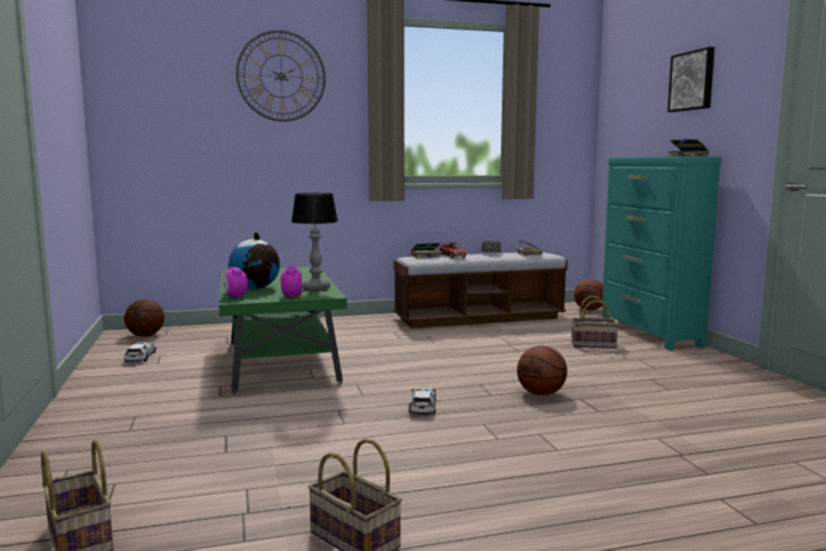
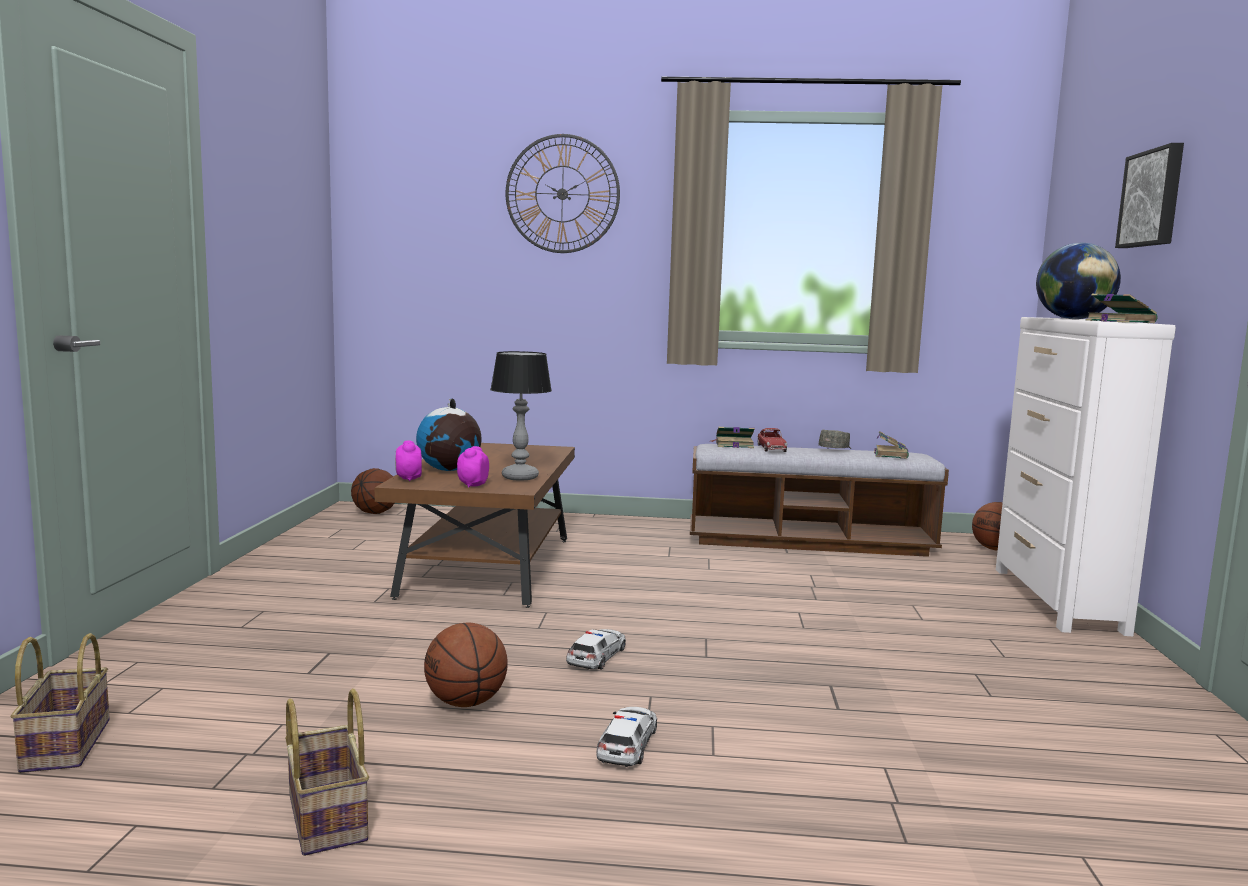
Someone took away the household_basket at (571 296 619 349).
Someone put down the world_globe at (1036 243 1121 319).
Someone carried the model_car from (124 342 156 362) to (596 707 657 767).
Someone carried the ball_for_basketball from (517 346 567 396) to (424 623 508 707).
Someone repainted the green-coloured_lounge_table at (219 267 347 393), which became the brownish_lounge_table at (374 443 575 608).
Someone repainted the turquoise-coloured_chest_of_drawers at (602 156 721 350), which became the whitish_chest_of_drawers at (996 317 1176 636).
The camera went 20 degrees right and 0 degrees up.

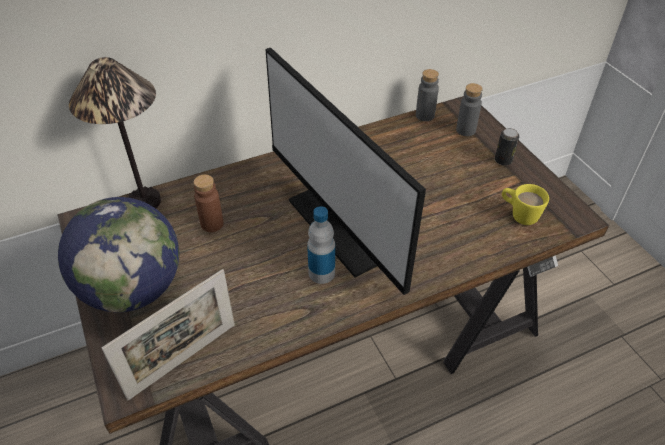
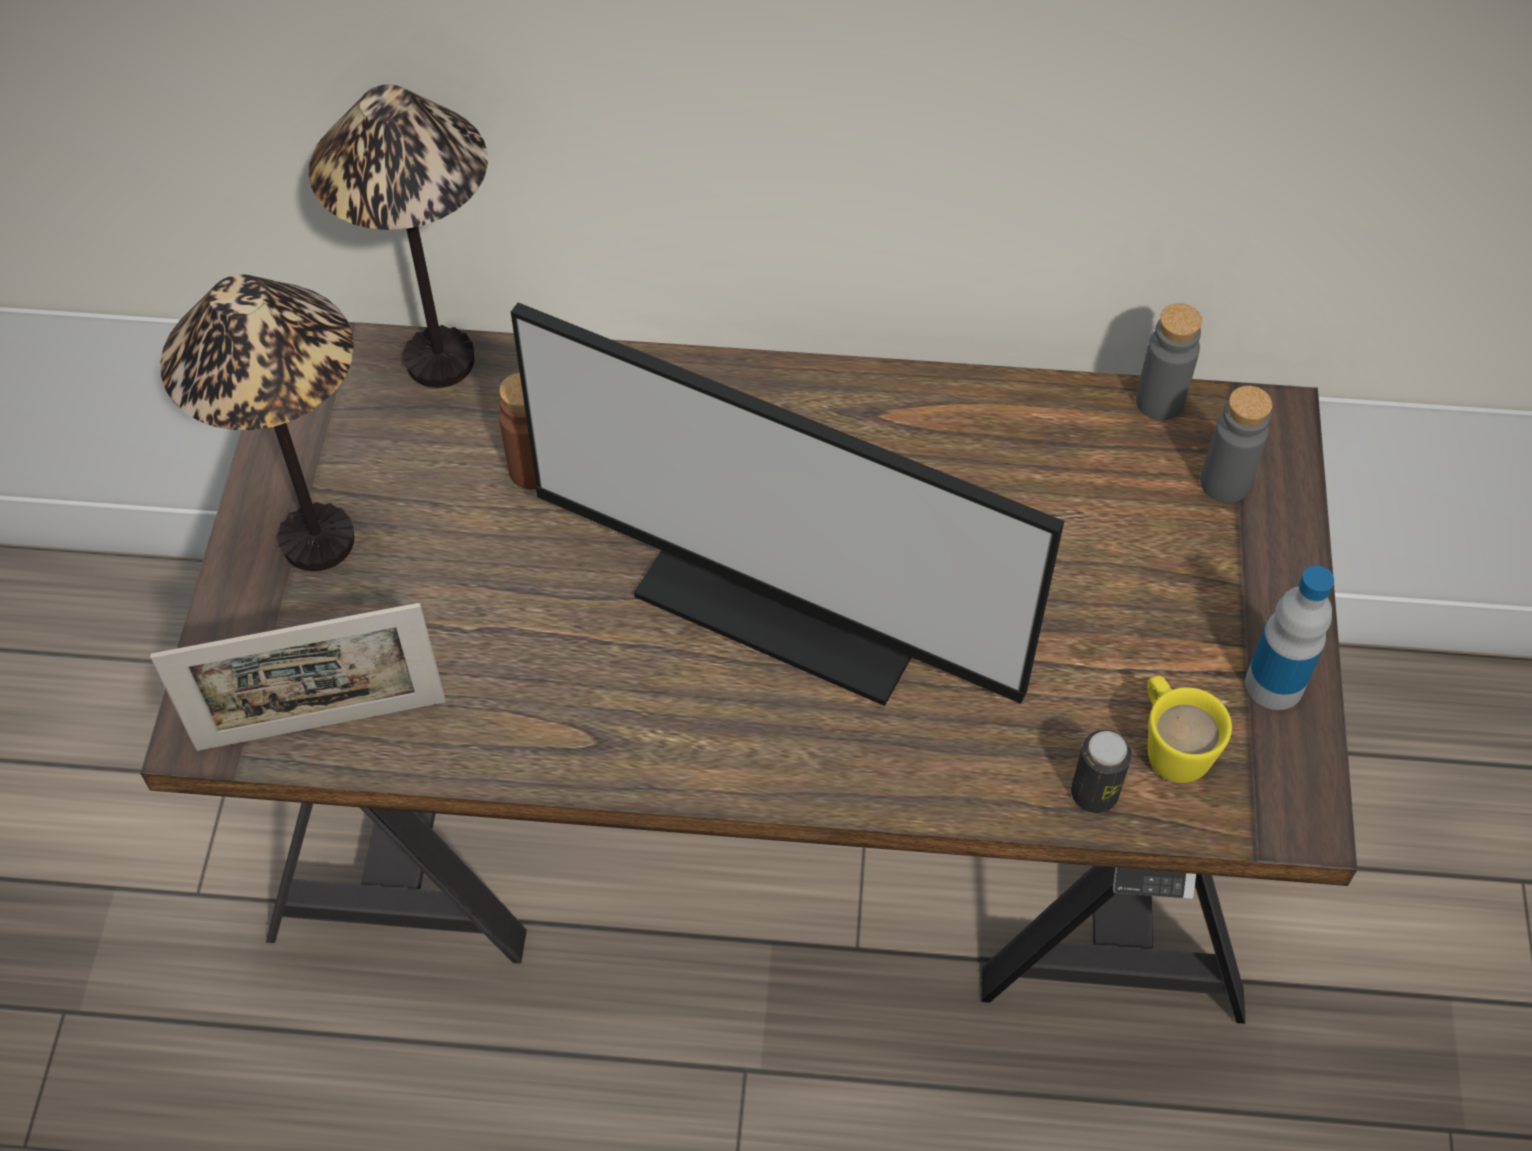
Someone carried the bottle from (307 206 335 284) to (1245 565 1334 710).
Someone carried the metal_can from (495 128 519 166) to (1071 730 1132 813).
Someone swapped the world_globe at (58 197 179 312) for the tabletop_lamp at (160 274 354 571).
Someone rotated the computer_display at (265 48 426 295) by 60 degrees counterclockwise.
The camera went 30 degrees right and 10 degrees up.

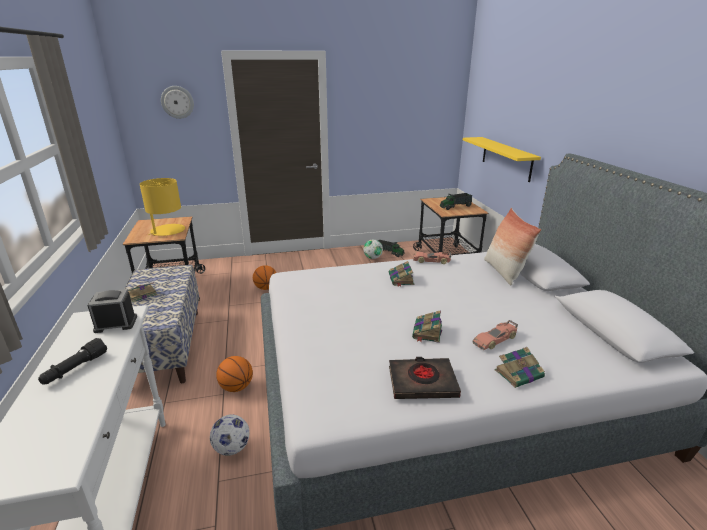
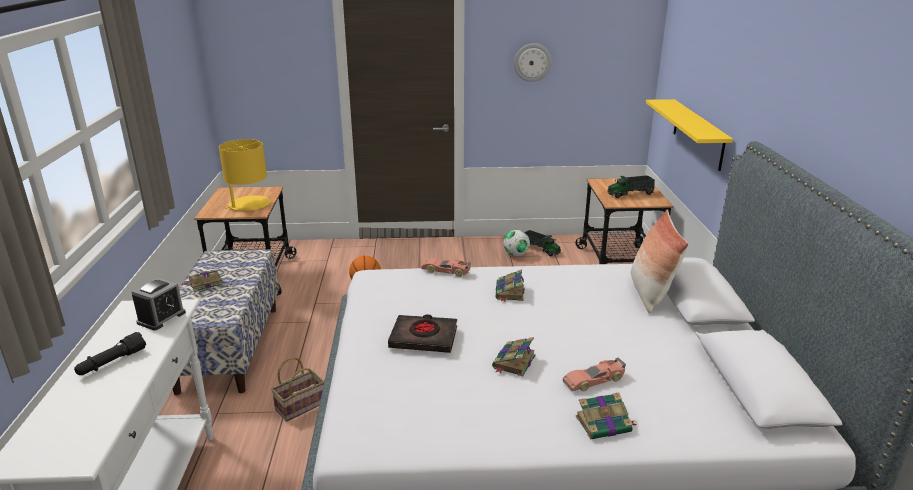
Someone took away the football_ball at (210 415 250 456).
Someone carried the clock_on_the_wall from (161 86 194 119) to (514 43 552 82).
Someone carried the black_book from (389 357 461 399) to (388 314 457 353).
Someone carried the model_car from (413 252 451 264) to (421 258 471 277).
Someone swapped the ball_for_basketball at (216 356 253 392) for the household_basket at (271 357 324 422).
Someone rotated the alarm_clock at (87 289 137 333) by 120 degrees clockwise.
The camera went 10 degrees right and 0 degrees up.

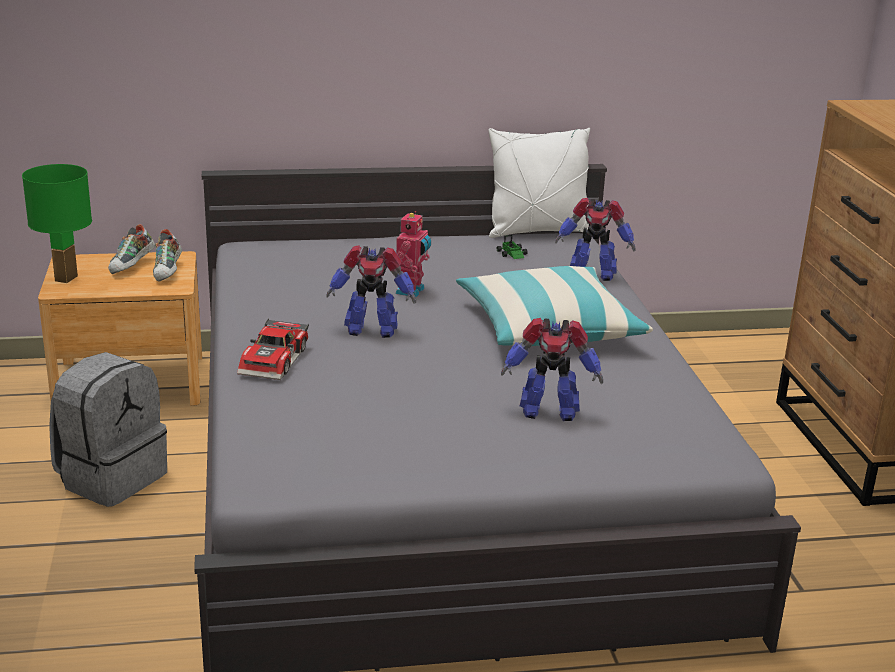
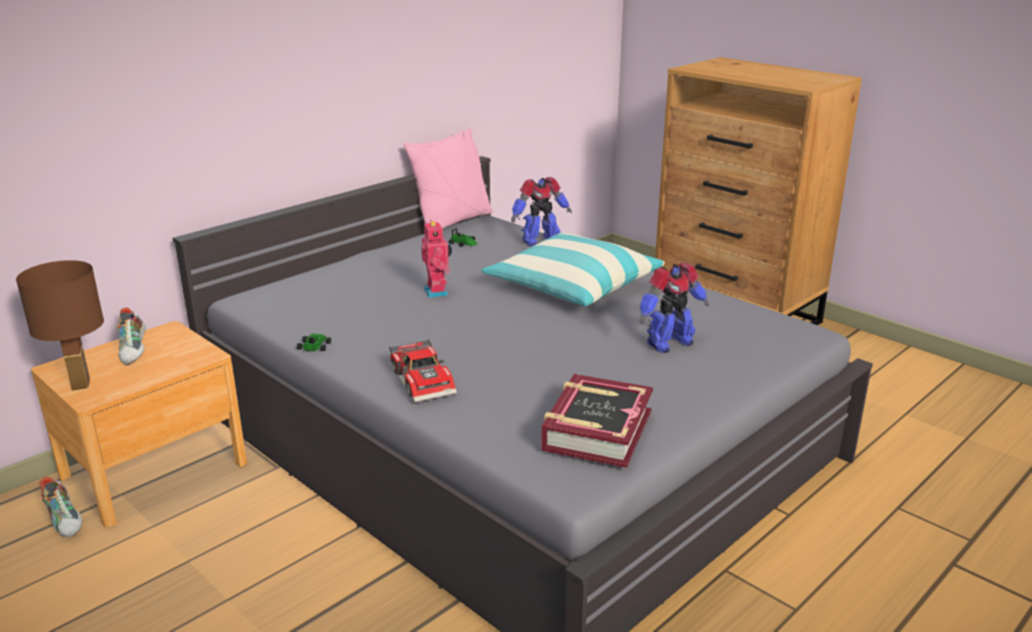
Someone took away the greyish_knapsack at (49 352 167 507).
Someone took away the model_robot at (326 245 416 338).
Someone put down the model_car at (297 333 331 351).
Someone put down the book at (541 374 653 468).
Someone carried the shoe from (153 229 182 282) to (39 477 82 538).
Someone repainted the green-coloured_tabletop_lamp at (22 164 92 283), which became the brownish_tabletop_lamp at (16 260 104 391).
Someone repainted the whitish_throw_pillow at (488 128 590 238), which became the pink-coloured_throw_pillow at (404 128 493 228).
The camera went 35 degrees left and 0 degrees up.

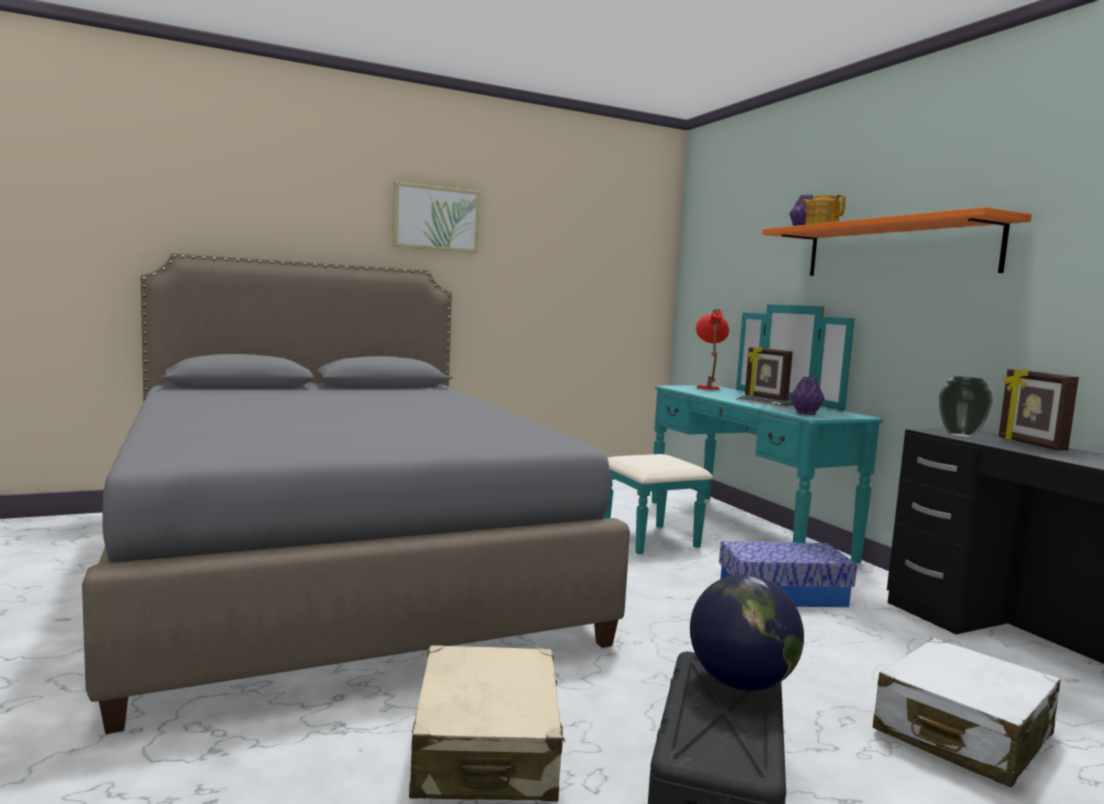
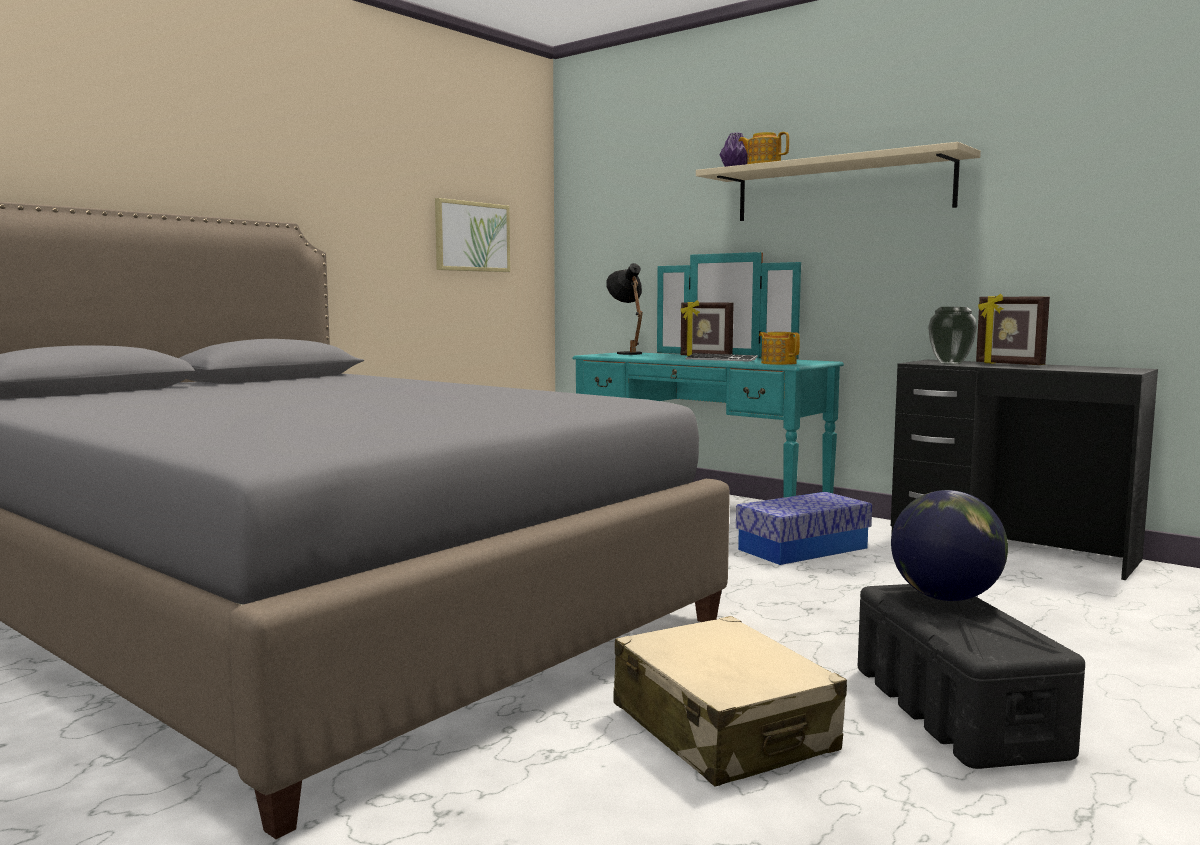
Someone took away the whitish_suitcase at (873 638 1060 788).
Someone carried the wall_art from (393 181 480 253) to (435 198 510 272).
Someone swapped the purple-coloured_flower_vase at (790 377 825 415) for the teapot at (759 332 800 365).
Someone repainted the red_tabletop_lamp at (696 309 729 390), which became the black_tabletop_lamp at (606 263 643 355).
Someone repainted the orangey_bracket_shelf at (762 207 1032 276), which became the beige_bracket_shelf at (696 142 981 221).
The camera went 25 degrees left and 0 degrees up.

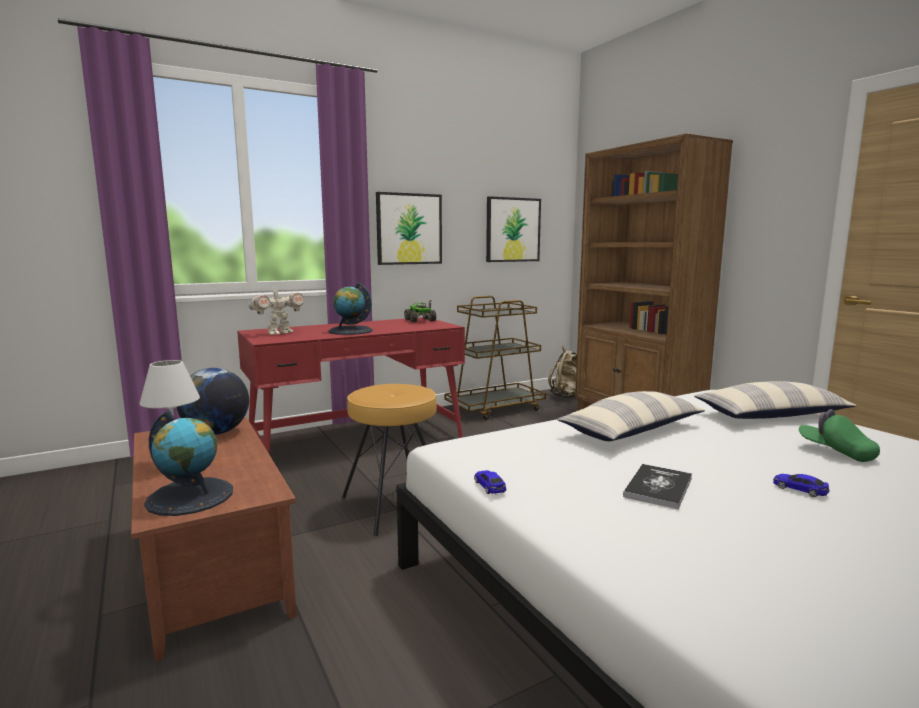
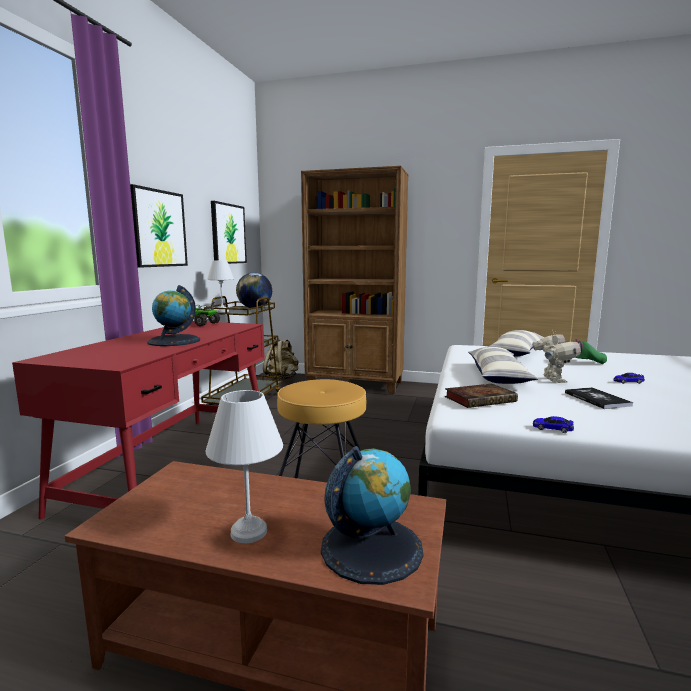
Someone put down the whitish_tabletop_lamp at (207 260 234 312).
Someone put down the book at (444 384 518 408).
Someone carried the world_globe from (177 368 249 435) to (236 272 272 309).
Someone carried the model_robot from (248 287 304 335) to (532 332 581 383).
The camera went 45 degrees left and 0 degrees up.

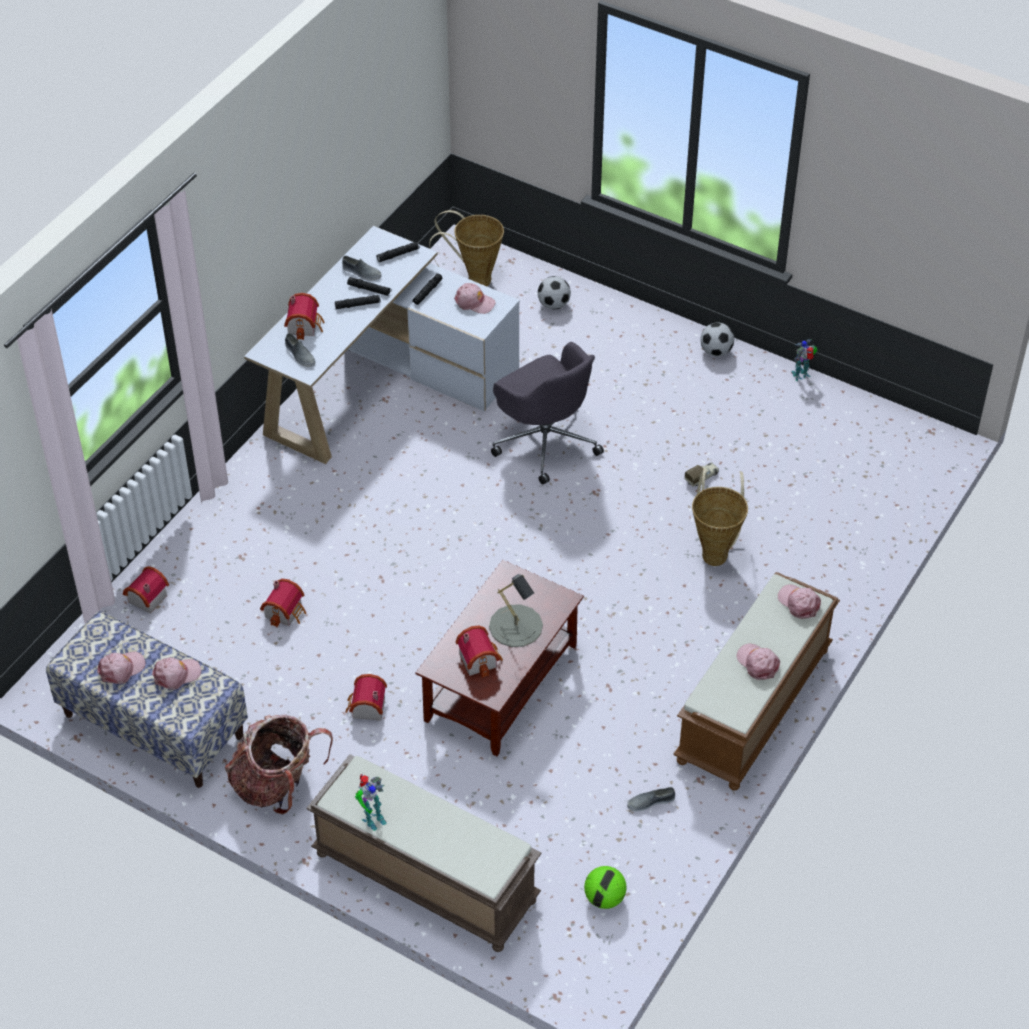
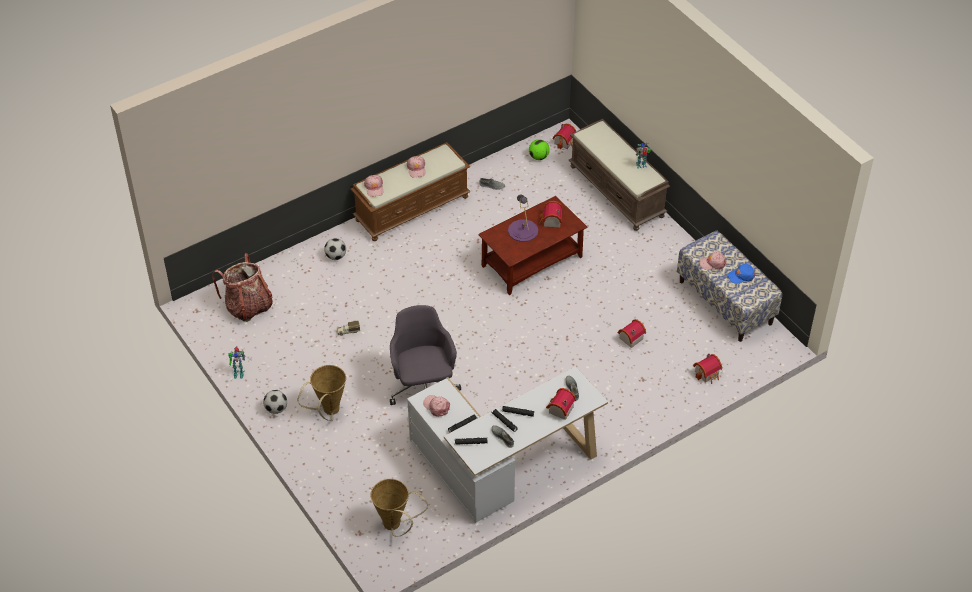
Someone carried the knapsack from (225 715 333 815) to (212 253 273 322).
Someone carried the model_house from (345 674 387 720) to (553 124 576 150).
Someone carried the football_ball from (538 276 571 310) to (324 238 346 260).
Someone carried the household_basket from (692 468 748 566) to (297 365 346 421).
Someone repainted the pink-coloured_peaked_cap at (97 652 146 684), which became the bluish_peaked_cap at (728 264 756 284).
Someone repainted the greyish_tabletop_lamp at (489 574 543 647), which became the purple-coloured_tabletop_lamp at (508 195 538 242).
The camera went 155 degrees left and 0 degrees up.

